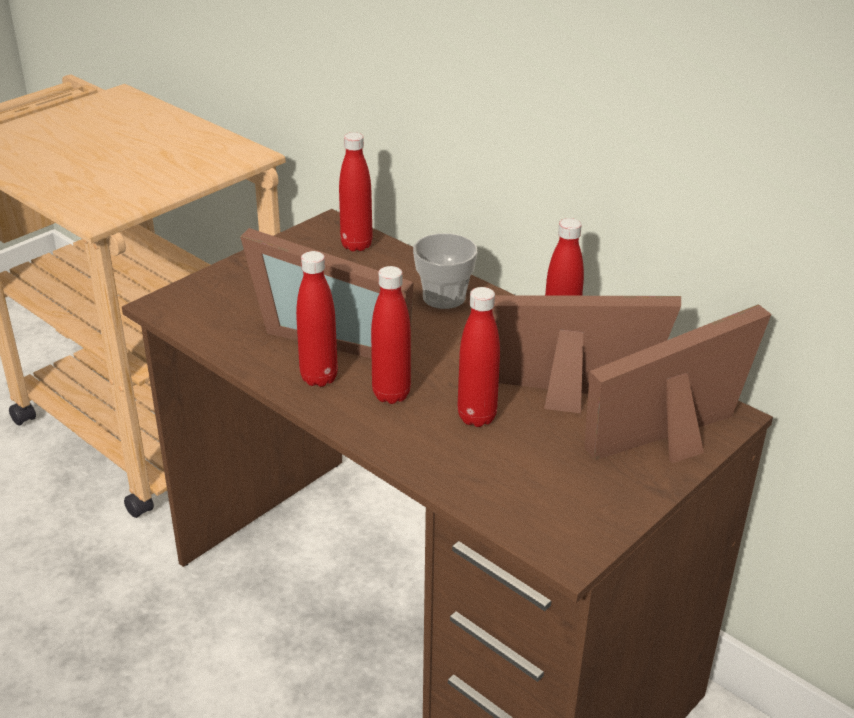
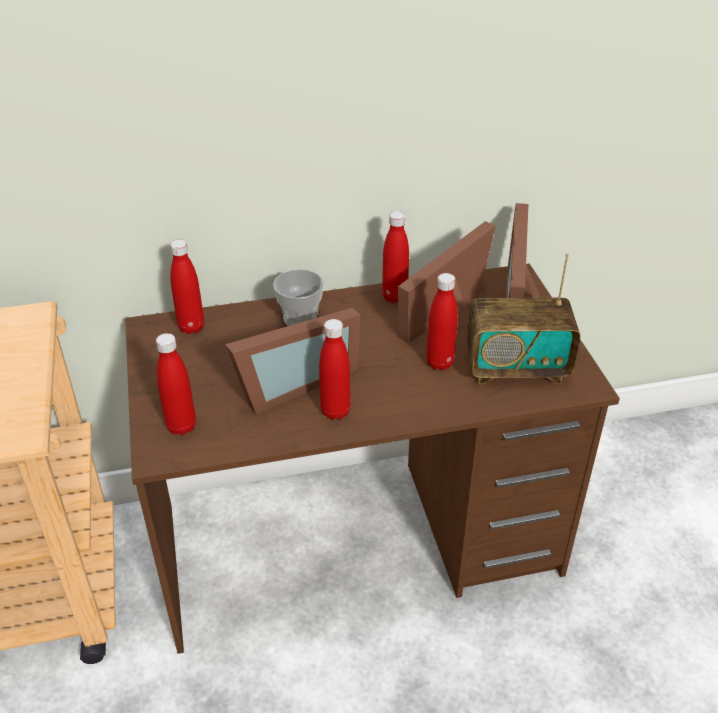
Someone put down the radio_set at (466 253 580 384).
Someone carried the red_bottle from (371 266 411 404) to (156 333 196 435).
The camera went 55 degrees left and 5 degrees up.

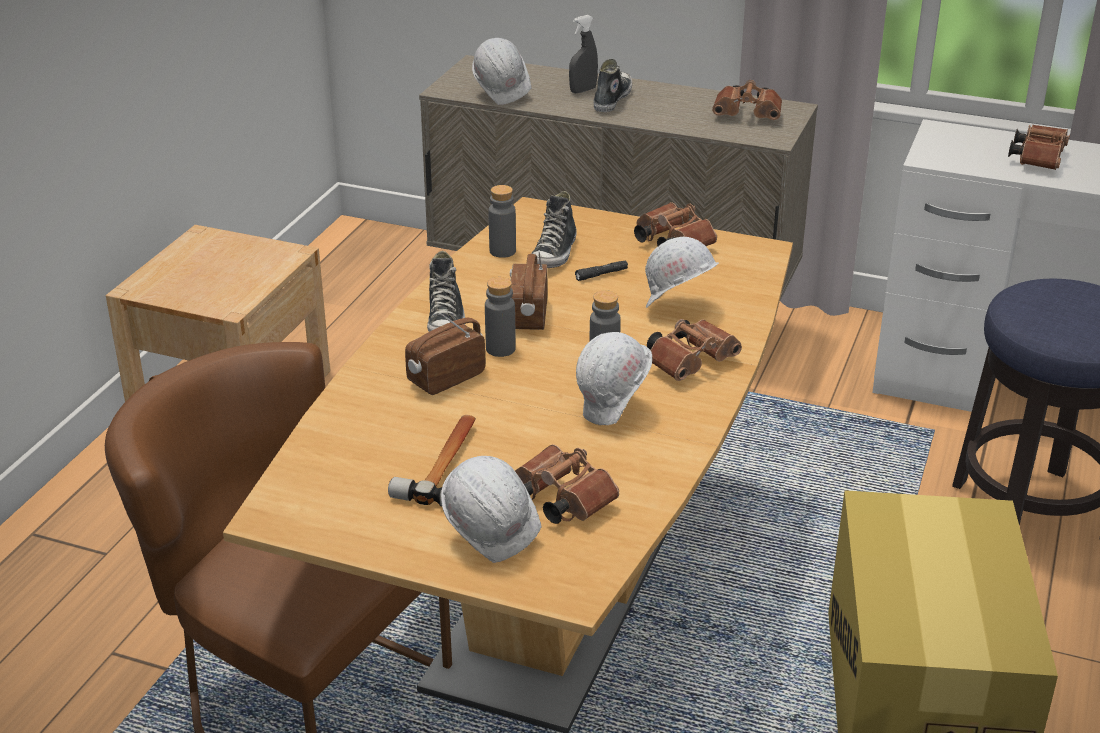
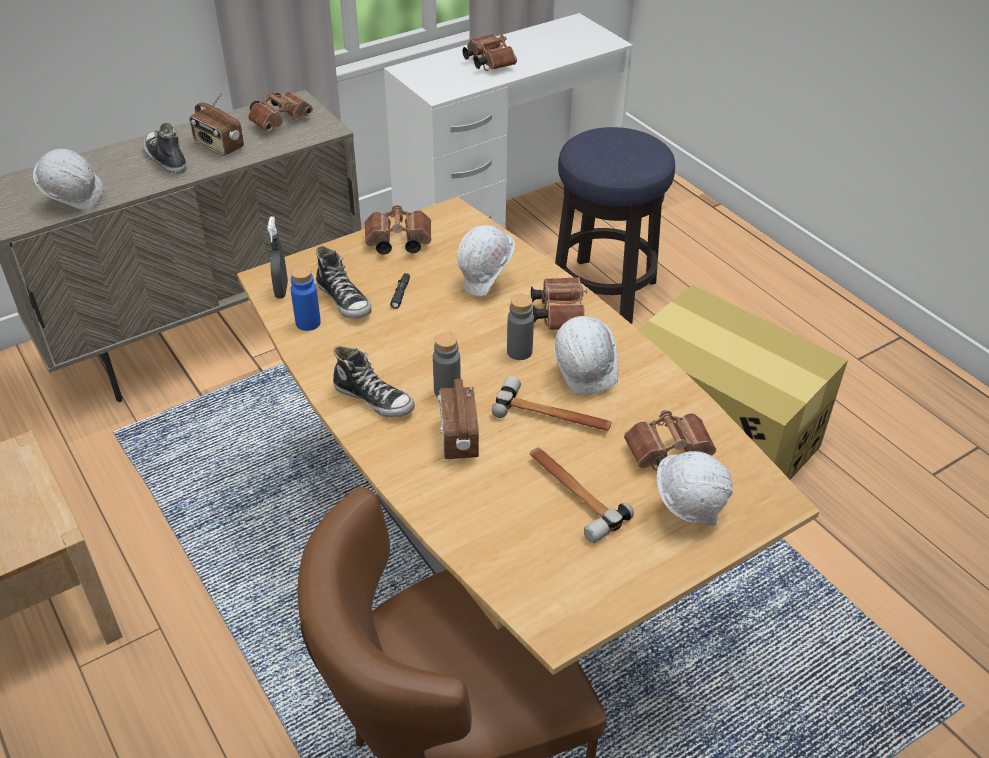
Someone put down the tool_hammer at (492 376 611 430).
Someone carried the radio_set from (510 250 547 330) to (189 92 244 156).
Someone carried the greyish_hand_sprayer from (569 15 598 94) to (267 217 288 299).
Someone repainted the greyish_bottle at (489 185 516 258), which became the bluish_bottle at (291 265 321 331).
The camera went 55 degrees left and 10 degrees up.

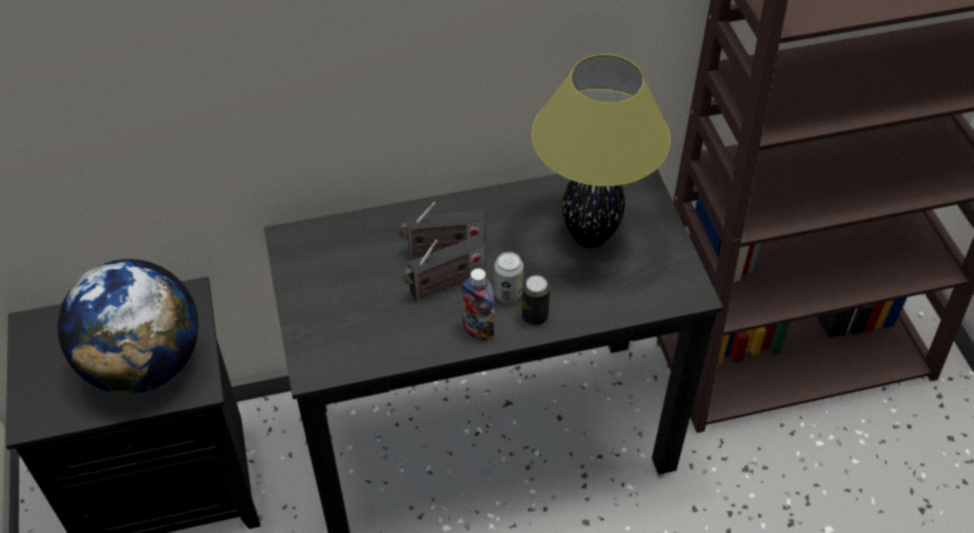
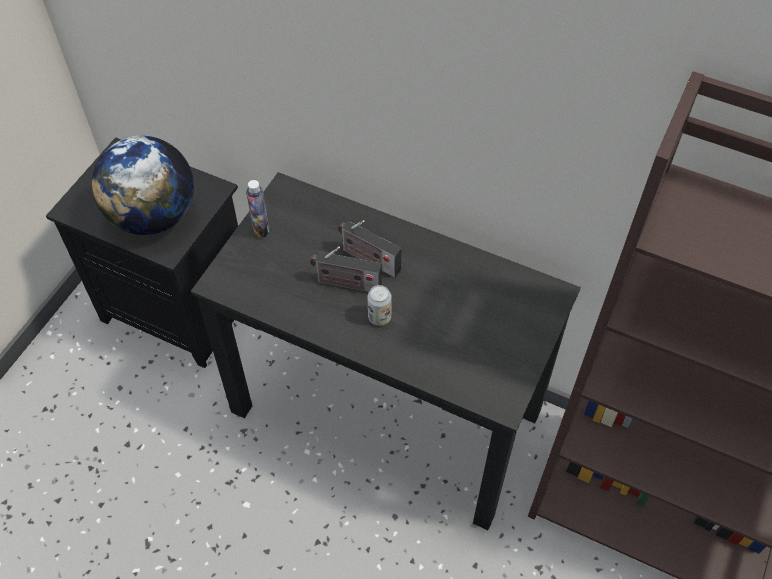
Someone took away the metal_can at (522 275 550 326).
Someone took away the tabletop_lamp at (531 54 671 248).
Someone carried the bottle from (462 268 494 341) to (246 180 269 238).
The camera went 40 degrees right and 5 degrees up.

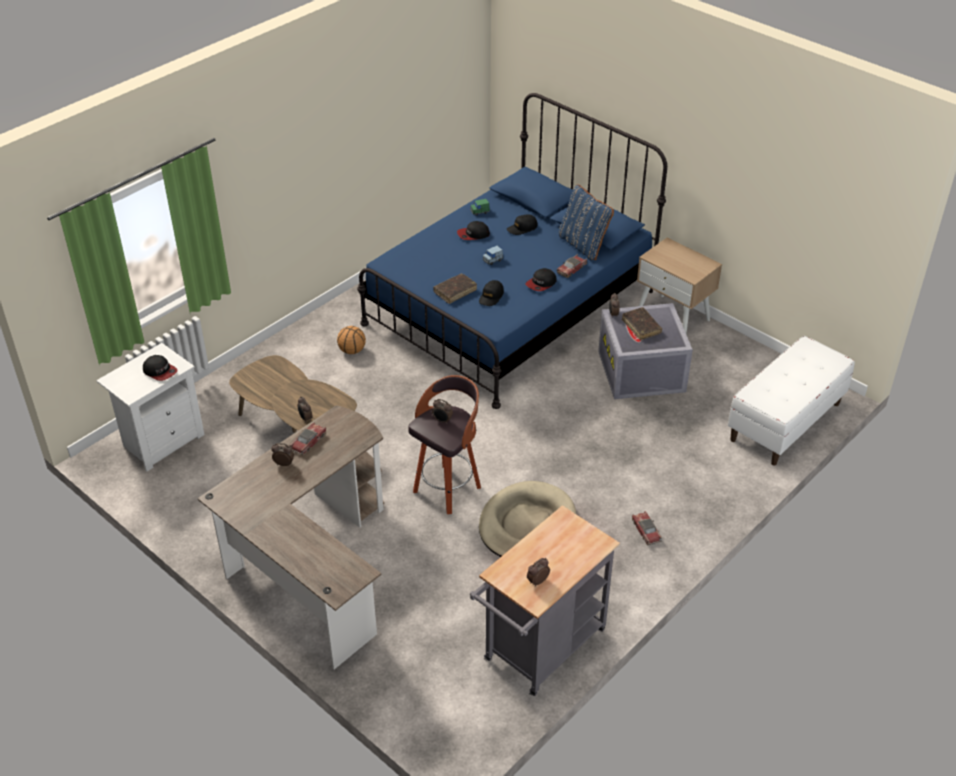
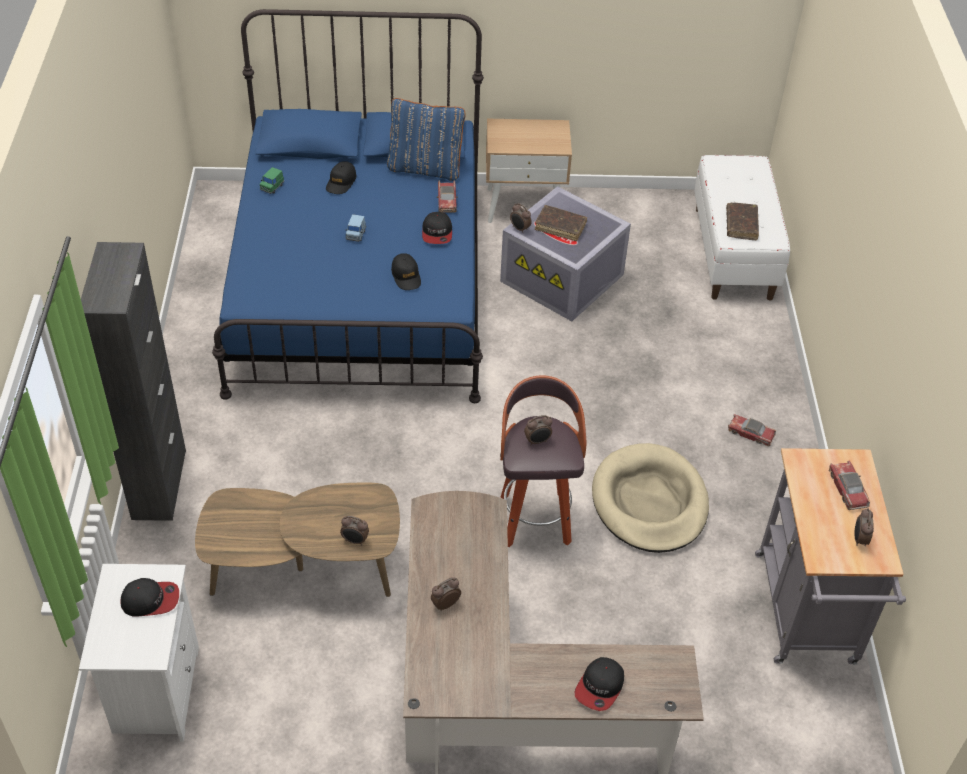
Someone took away the ball_for_basketball at (337 326 366 354).
Someone put down the black_cupboard at (81 242 186 521).
Someone carried the model_car from (290 423 326 455) to (829 460 870 510).
Someone carried the brownish_book from (433 273 477 304) to (726 203 759 240).
Someone carried the peaked_cap from (457 221 490 240) to (574 657 624 711).
The camera went 45 degrees left and 5 degrees up.

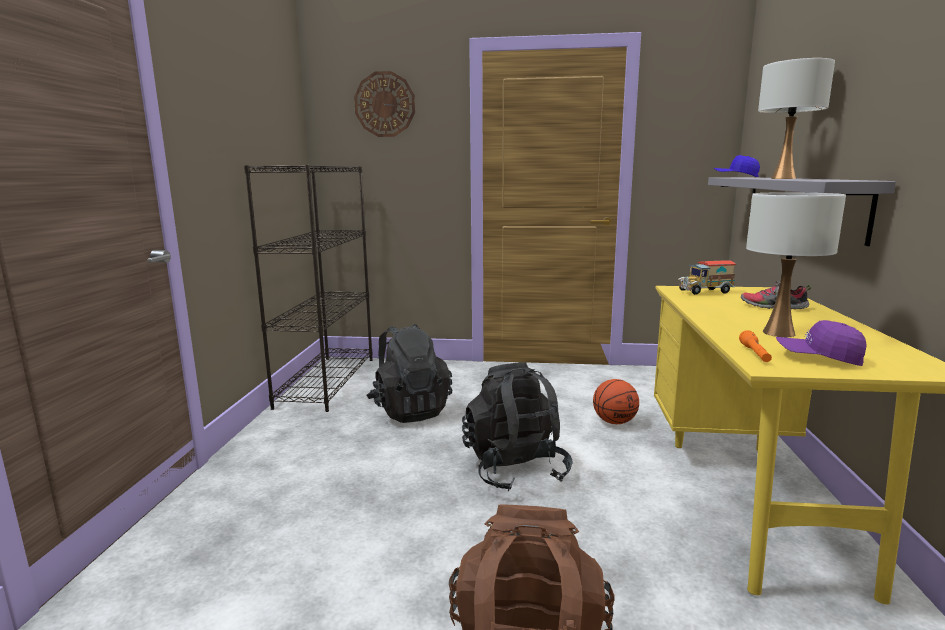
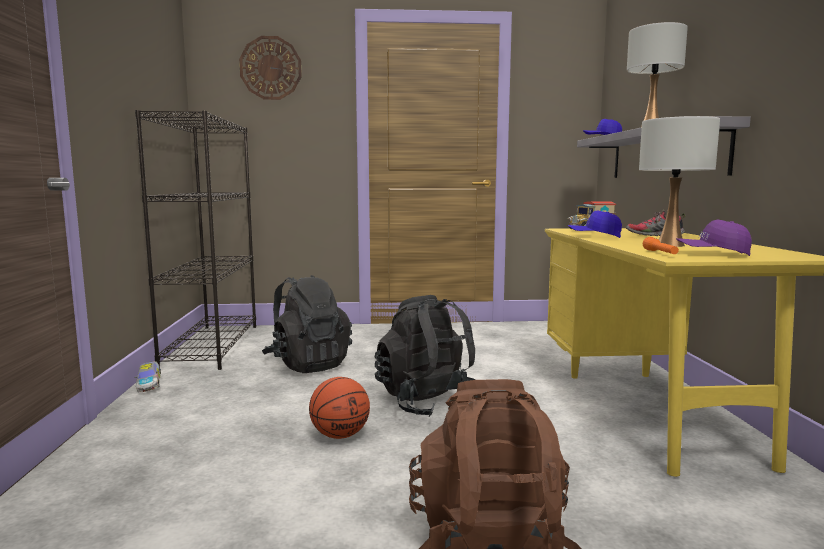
Someone put down the model_car at (135 361 161 392).
Someone put down the bluish_peaked_cap at (568 210 622 238).
Someone carried the ball_for_basketball from (593 379 639 424) to (309 377 370 439).
The camera went 10 degrees left and 5 degrees down.

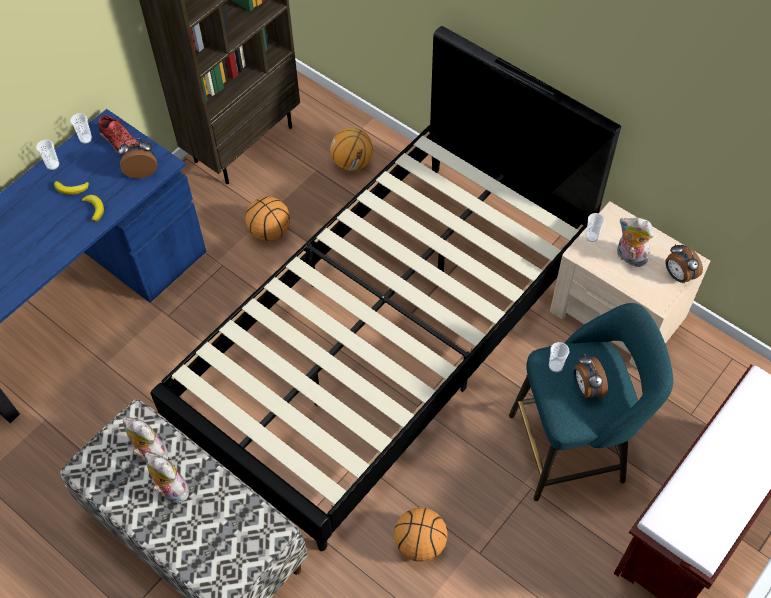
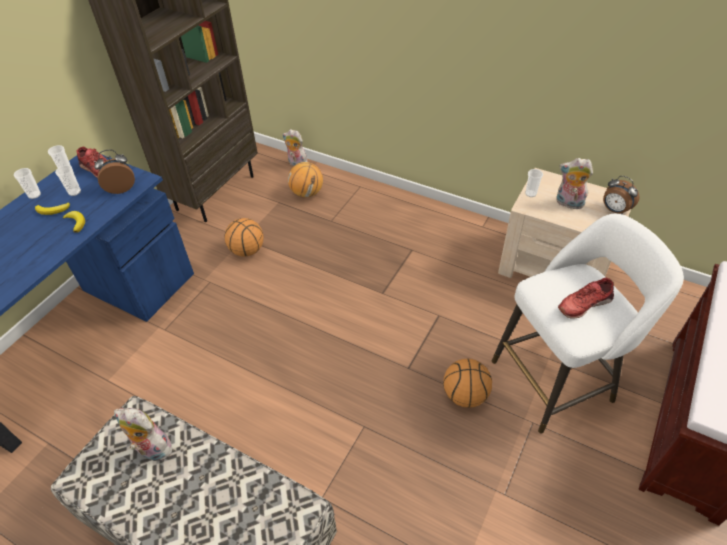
Someone took away the black_bedroom_bed at (150 26 621 551).
Someone carried the plush_toy from (145 452 189 503) to (283 129 308 166).
Someone carried the ball_for_basketball from (394 507 448 562) to (443 359 492 408).
Someone carried the small_cup from (549 342 569 372) to (55 165 81 196).
Someone swapped the alarm_clock at (574 354 608 398) for the red_shoe at (558 278 614 319).
Someone repainted the turquoise-coloured_sitting_stool at (509 303 673 501), which became the whitish_sitting_stool at (492 214 684 434).
The camera went 10 degrees left and 10 degrees down.

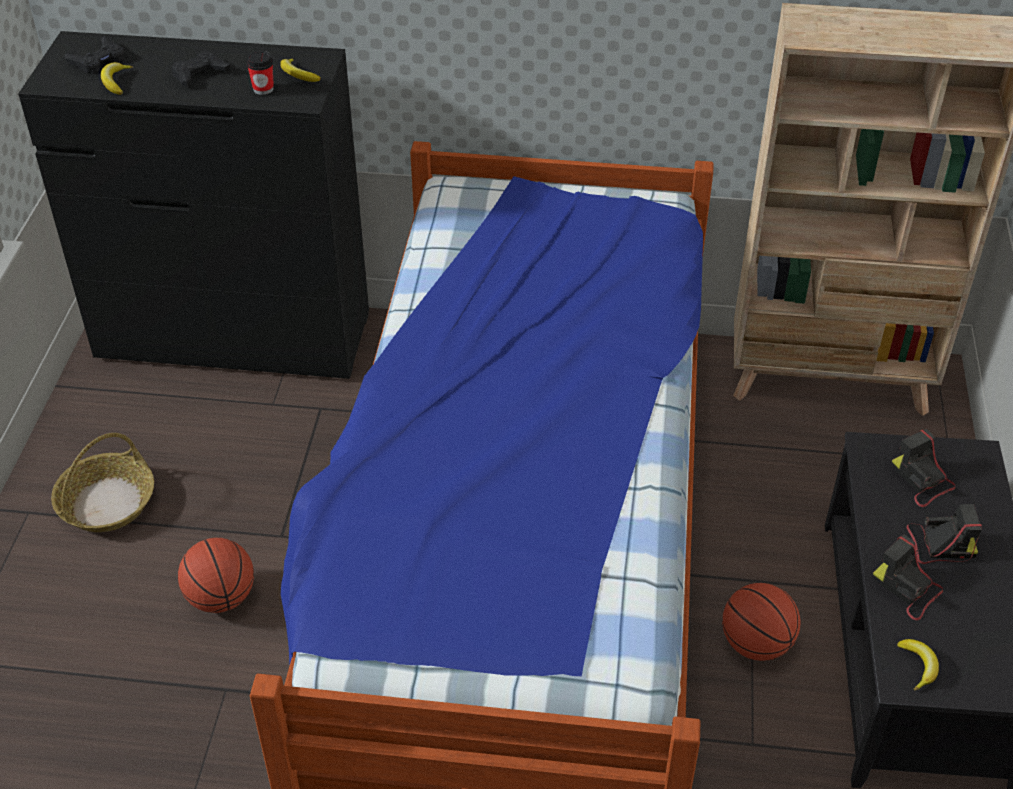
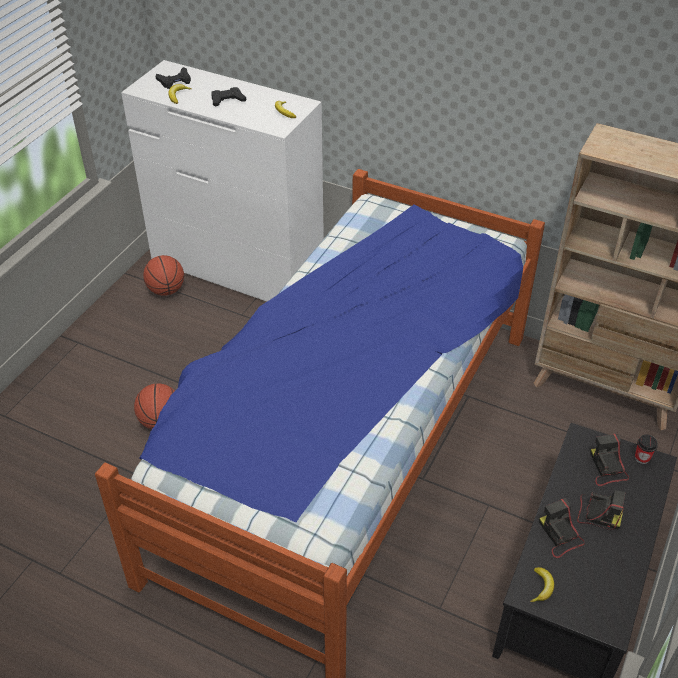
Someone took away the household_basket at (51 433 154 532).
Someone carried the small_cup from (246 51 274 95) to (635 435 658 464).
Someone carried the ball_for_basketball from (722 583 800 661) to (143 255 184 296).
Someone repainted the black_chest_of_drawers at (18 31 369 379), which became the whitish_chest_of_drawers at (121 60 324 302).
The camera went 20 degrees right and 0 degrees up.

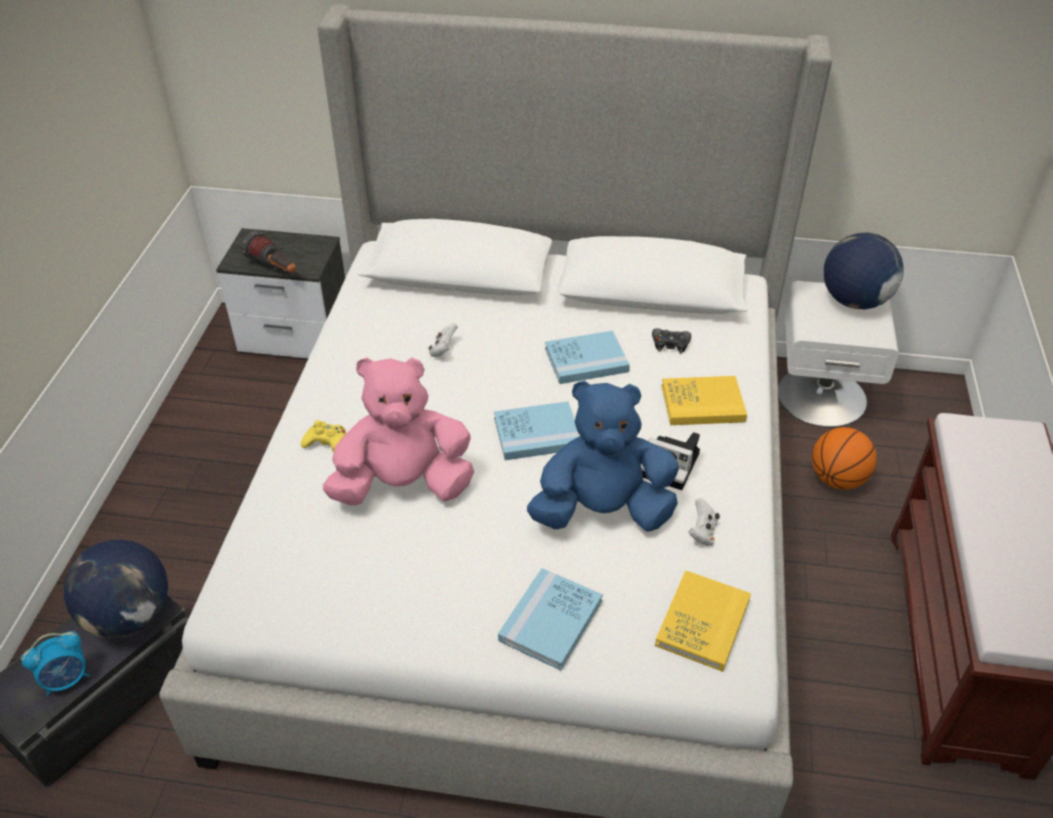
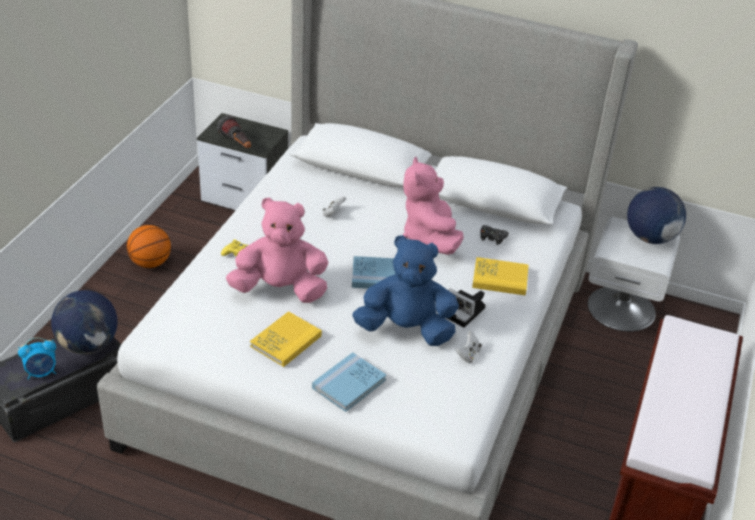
Someone carried the yellowish_book from (655 570 751 672) to (250 311 322 367).
Someone carried the ball_for_basketball from (812 427 877 490) to (127 225 171 268).
Someone swapped the bluish_book at (545 330 630 384) for the pink-coloured_plush_toy at (403 157 464 255).
The camera went 10 degrees right and 5 degrees down.

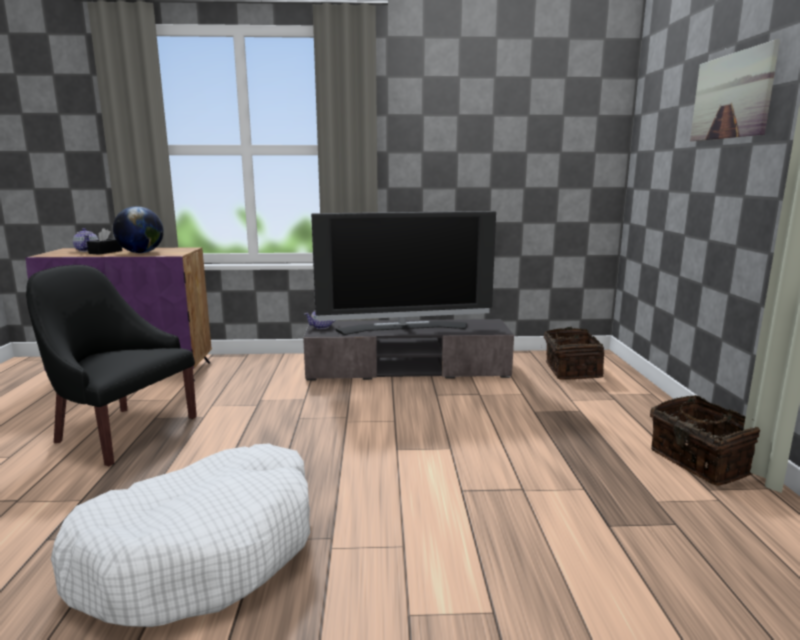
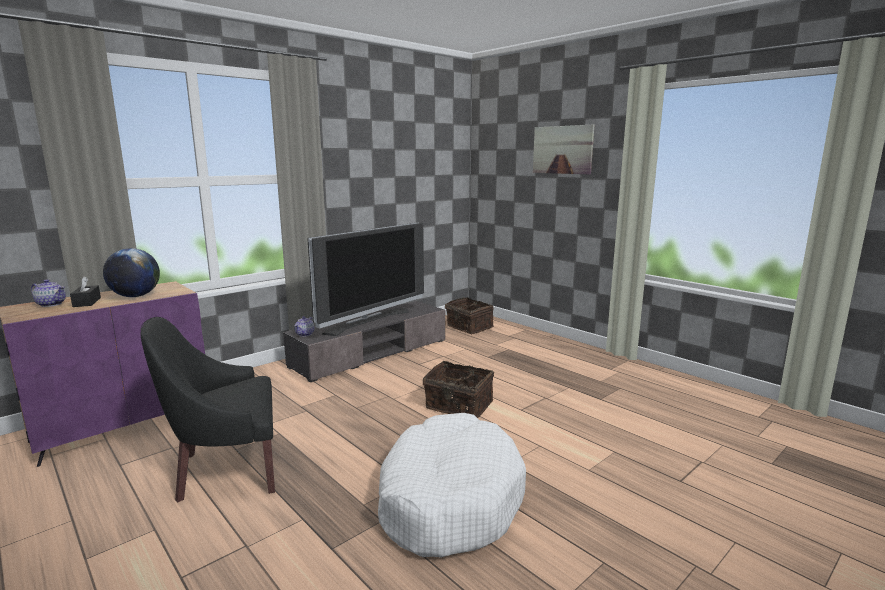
Someone carried the household_basket from (650 395 760 486) to (423 361 494 418).
The camera went 40 degrees left and 0 degrees up.

